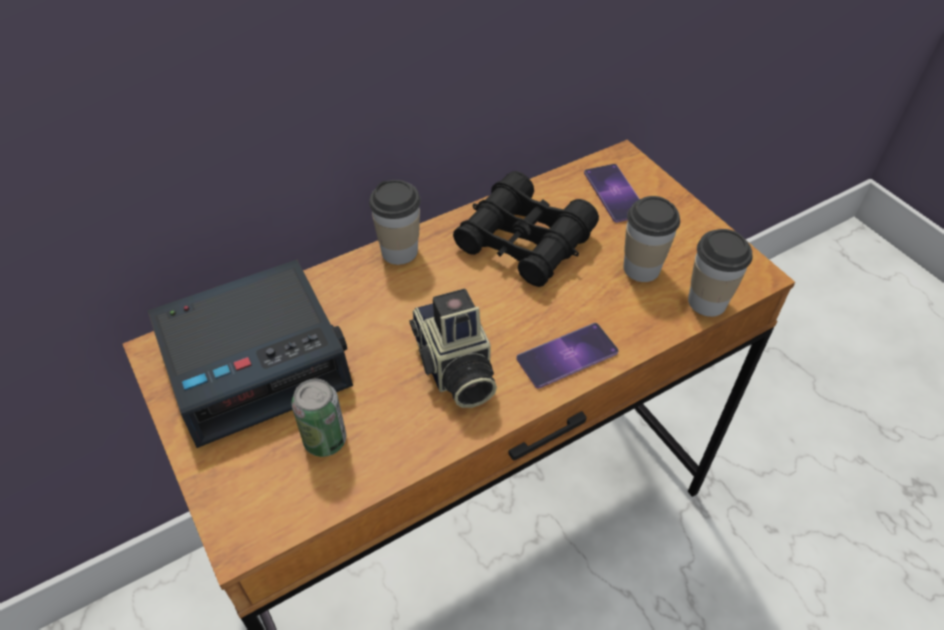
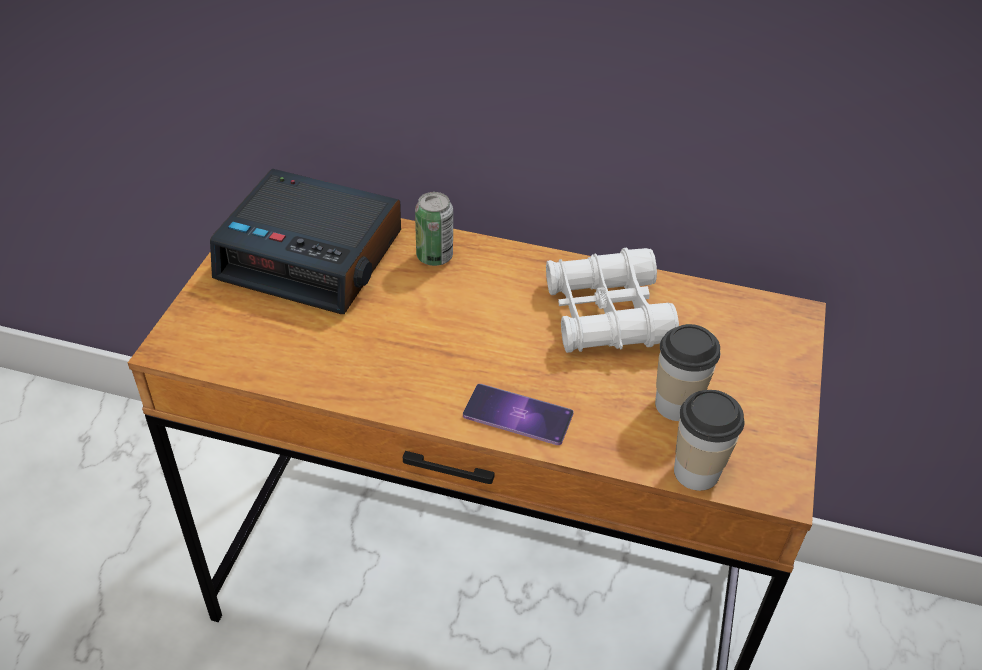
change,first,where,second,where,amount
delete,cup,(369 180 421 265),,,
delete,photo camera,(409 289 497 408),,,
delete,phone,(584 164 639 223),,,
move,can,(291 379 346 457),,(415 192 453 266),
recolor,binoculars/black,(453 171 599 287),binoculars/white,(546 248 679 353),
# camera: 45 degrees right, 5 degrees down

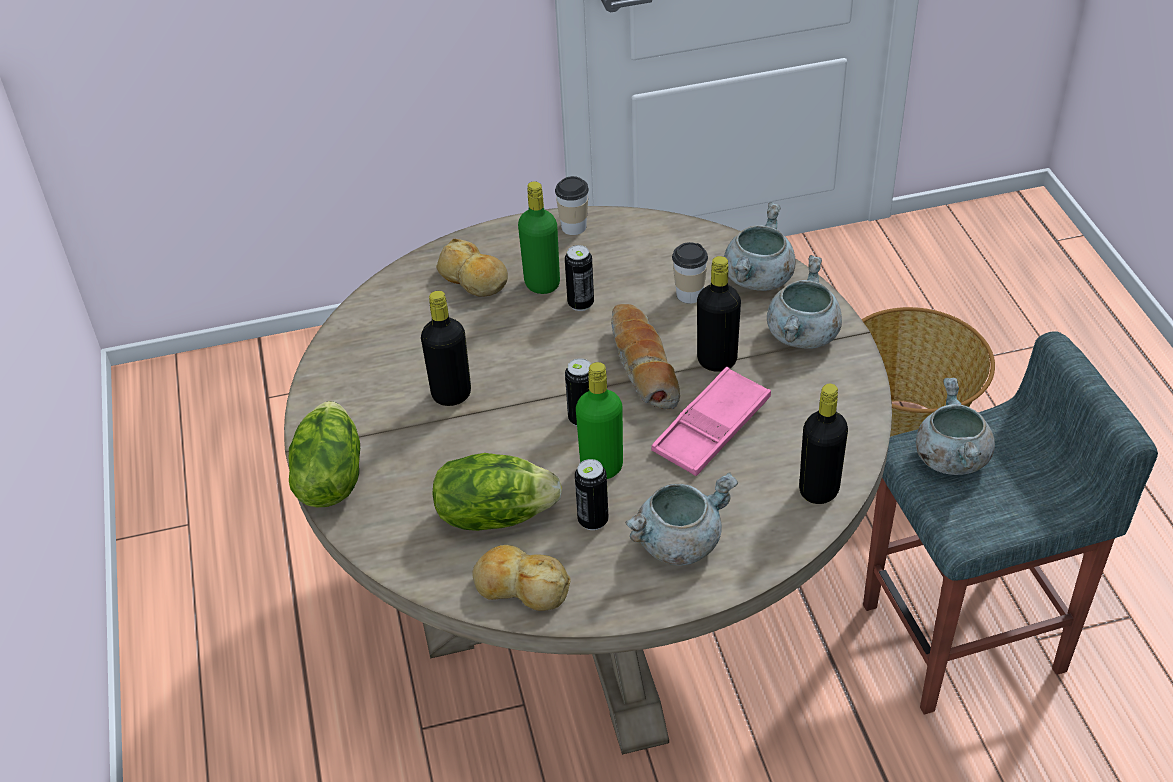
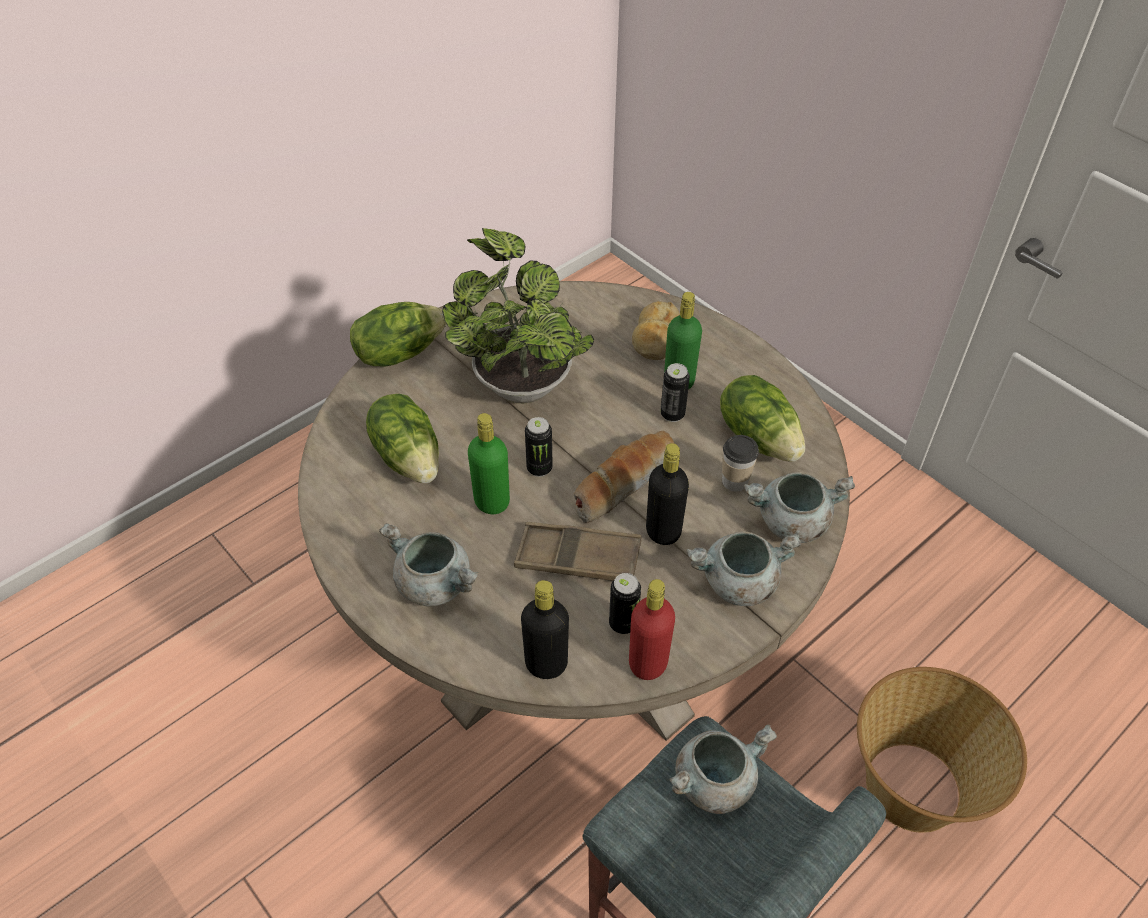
change,first,where,second,where,amount
delete,bread,(472 545 571 611),,,
delete,cup,(555 176 589 235),,,
insert,,,bottle/red,(629 579 675 680),
insert,,,lettuce,(720 375 805 462),
move,can,(575 459 609 530),,(609 573 641 634),
replace,bottle/black,(421 291 471 406),potted plant,(442 228 594 403),
recolor,tray/pink,(651 367 771 476),tray/brown,(514 522 641 581),
# camera: 60 degrees right, 5 degrees up

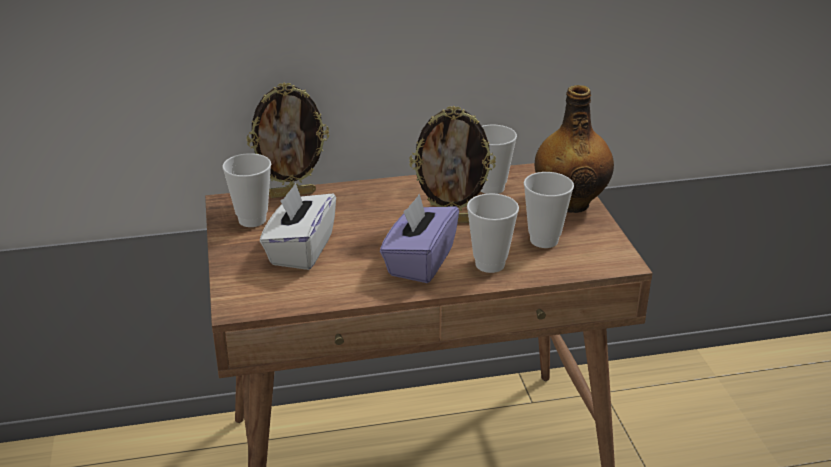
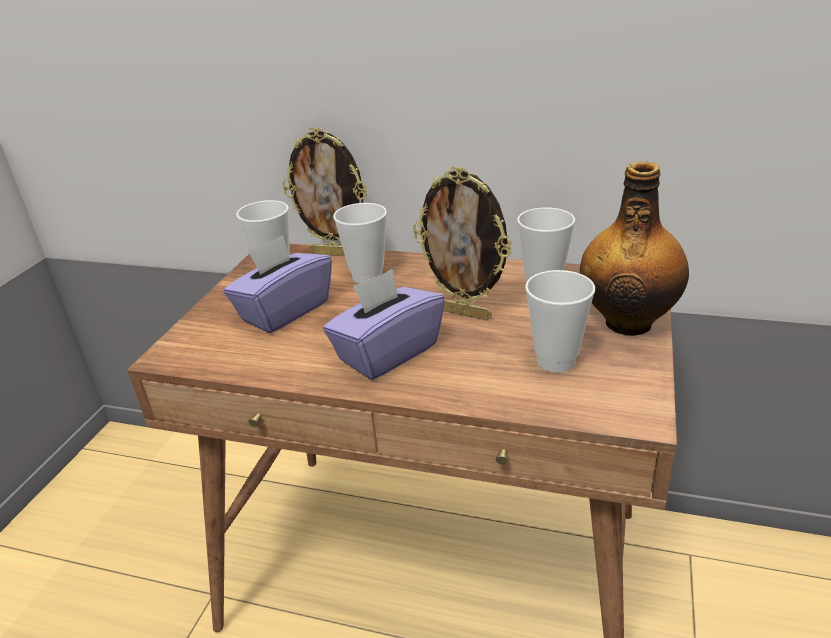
change,first,where,second,where,amount
move,cup,(467 193 519 273),,(333 203 387 284),
recolor,tissue box/white,(260 183 336 270),tissue box/purple,(223 235 332 334),
# camera: 30 degrees right, 0 degrees up

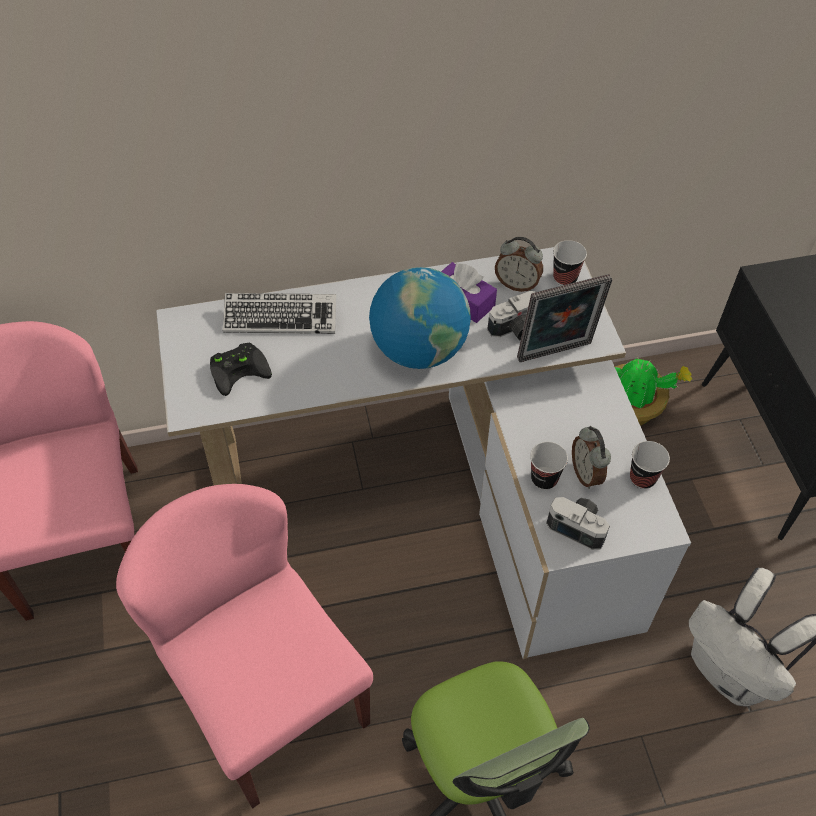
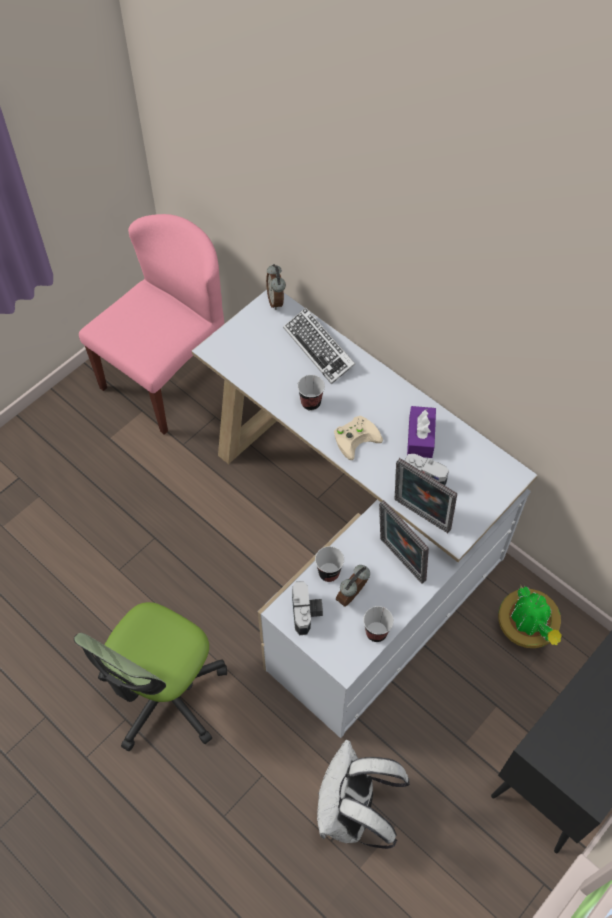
change,first,where,second,where,amount
delete,chair/pink,(116 484 373 808),,,
delete,game controller/black,(210 343 272 396),,,
insert,,,picture frame,(379 500 429 583),
move,alarm clock,(495 237 543 292),,(266 264 286 310),
move,cup,(553 240 587 286),,(297 375 325 411),
replace,globe,(369 267 471 369),game controller/beige,(334 416 383 460),
# camera: 55 degrees right, 5 degrees up

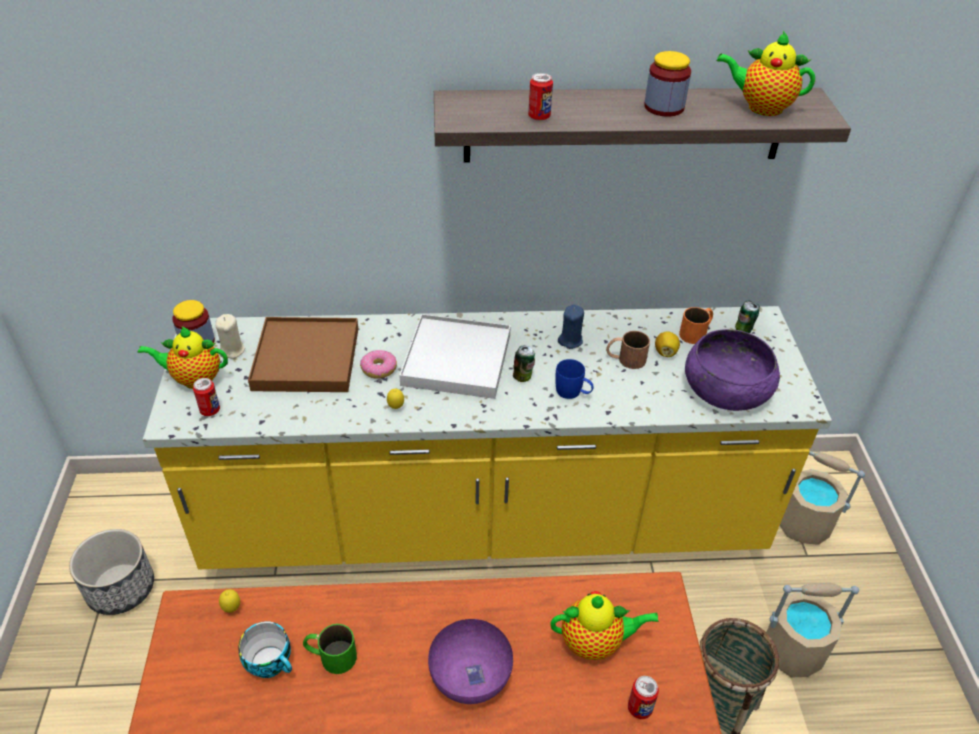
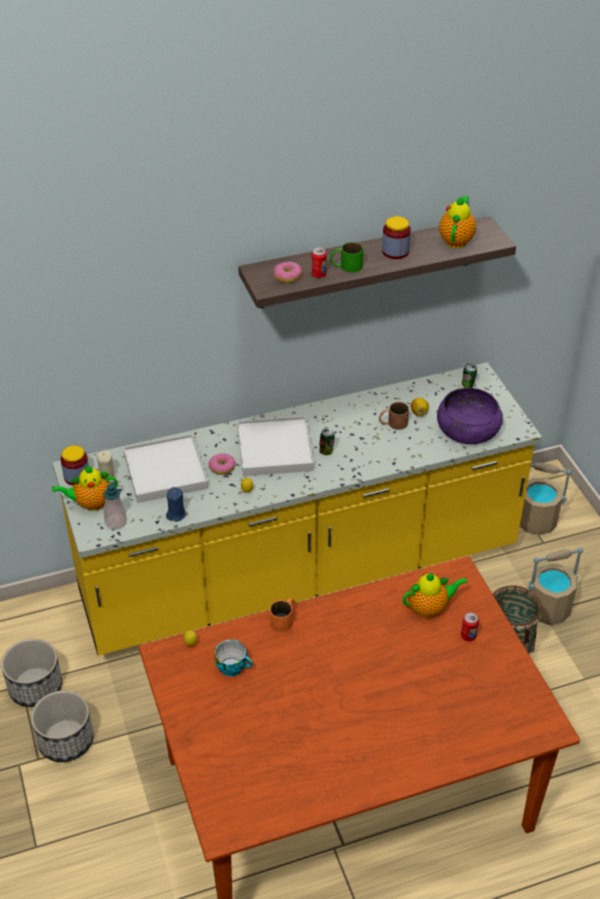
change,first,where,second,where,amount
delete,bowl/purple,(428 619 513 704),,,
delete,mug/blue,(555 359 594 399),,,
insert,,,planter,(31 691 94 762),
insert,,,donut,(273 261 302 283),
move,mug/green,(303 624 357 674),,(330 242 363 273),
move,candle/blue,(558 305 584 349),,(166 487 186 522),
move,mug/orange,(679 307 713 344),,(270 598 295 632),
replace,can,(193 378 220 416),soap dispenser,(103 481 127 529),
recolor,tray/brown,(248 317 358 392),tray/white,(123 434 208 503),
rotate,teapot,(717 31 815 116),,(439 196 476 248),105 degrees clockwise
# camera: 15 degrees left, 0 degrees up

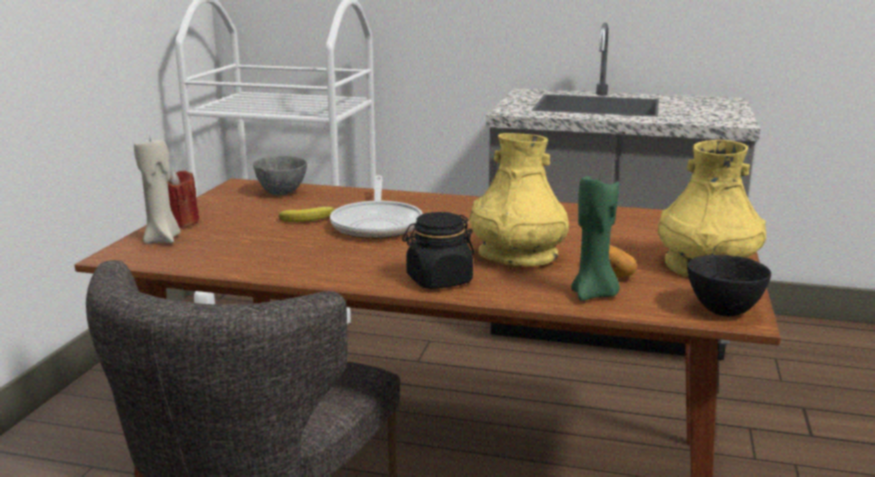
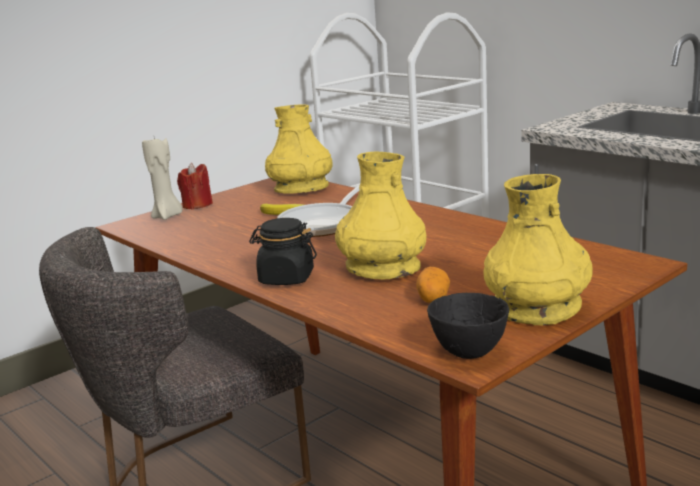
change,first,where,second,where,amount
delete,candle/green,(571 176 620 301),,,
replace,bowl/grey,(253 156 307 195),vase/yellow,(265 104 333 194),
# camera: 35 degrees right, 0 degrees up

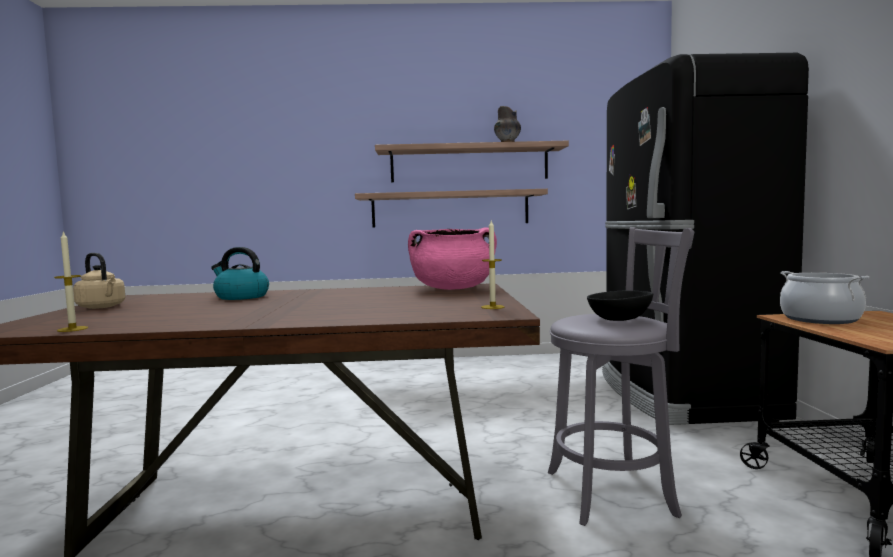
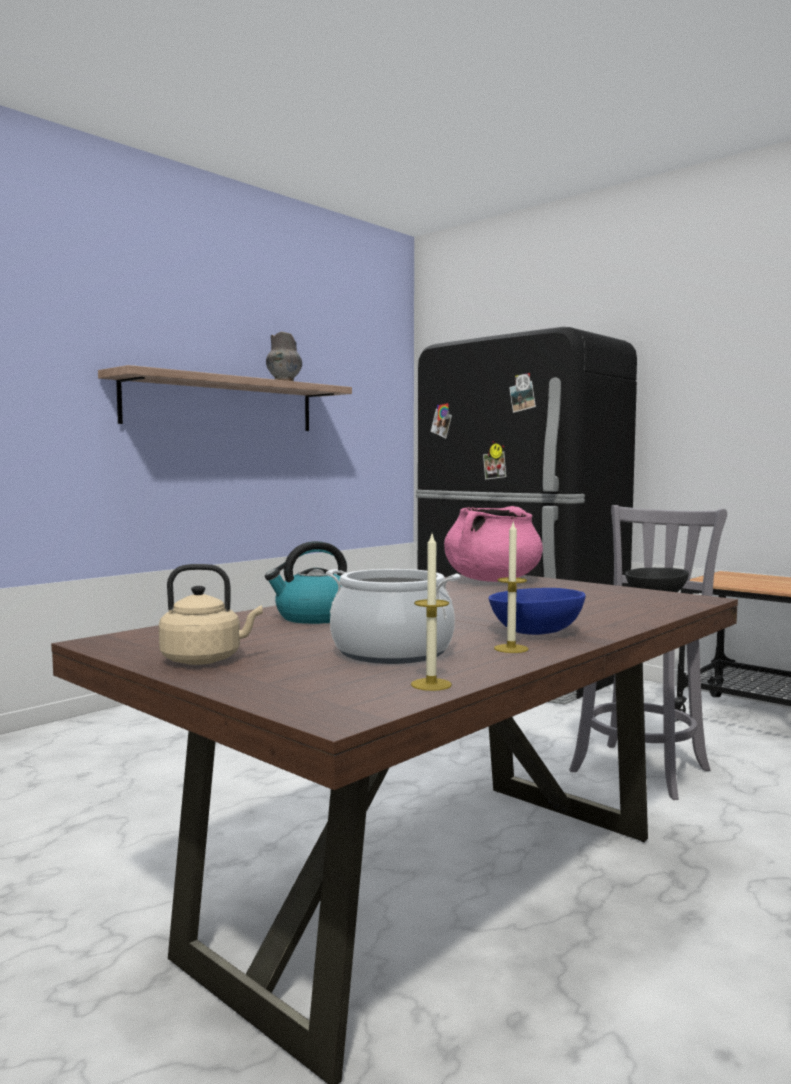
change,first,where,second,where,amount
delete,shelf,(355 189 548 227),,,
insert,,,bowl/blue,(489 588 586 635),
move,candle,(481 221 505 309),,(494 522 528 653),
move,cooking pot,(780 271 869 324),,(326 569 461 664),
# camera: 45 degrees left, 0 degrees up

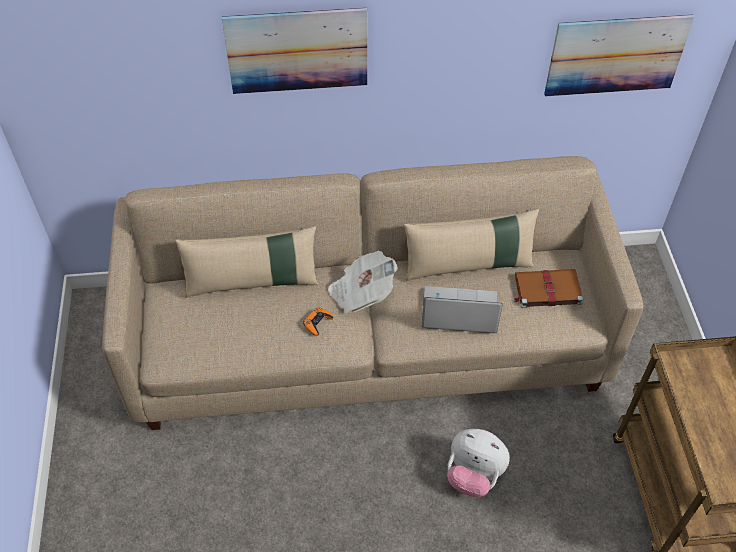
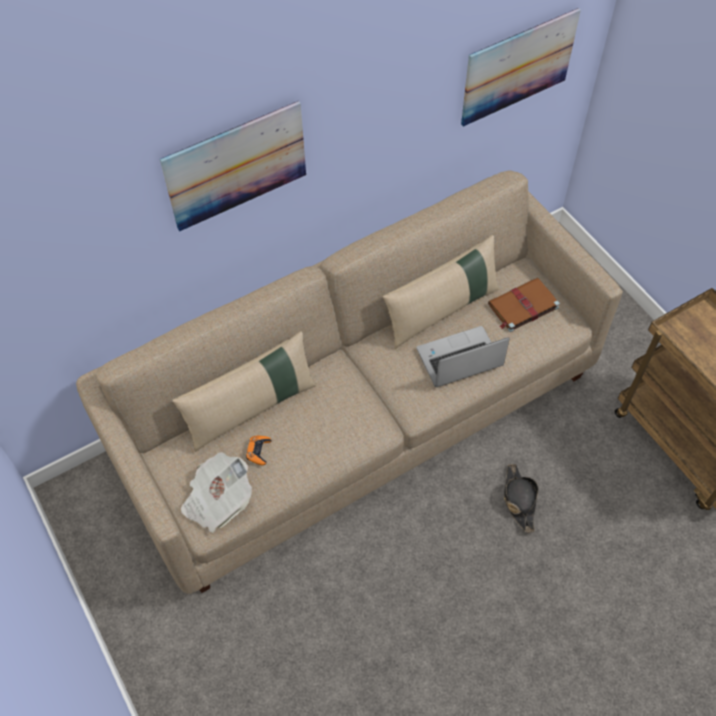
change,first,where,second,where,amount
move,game controller/orange,(303 308 333 336),,(246 436 271 465),
move,newspaper,(328 251 398 314),,(181 452 252 533),
replace,plush toy,(447 429 510 497),hat/black,(504 464 538 533),
# camera: 25 degrees left, 5 degrees up

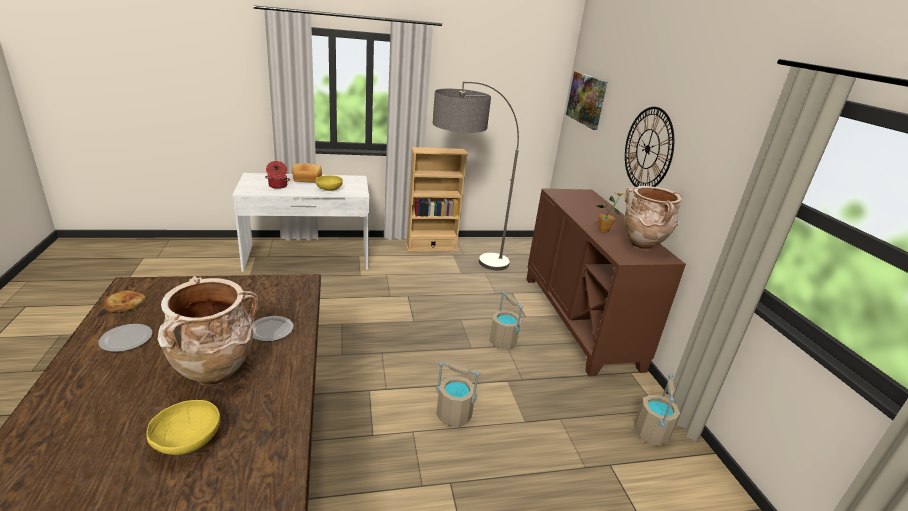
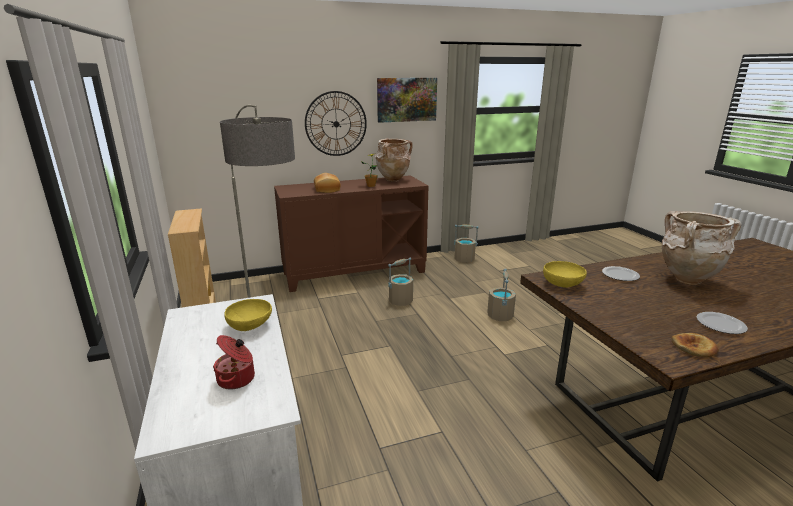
change,first,where,second,where,amount
move,bowl/yellow,(146 400 220 455),,(543 261 587 288),
move,bread,(292 163 322 183),,(314 173 340 193),
move,picture,(566 71 607 130),,(377 78 437 123),
# camera: 95 degrees left, 5 degrees down

